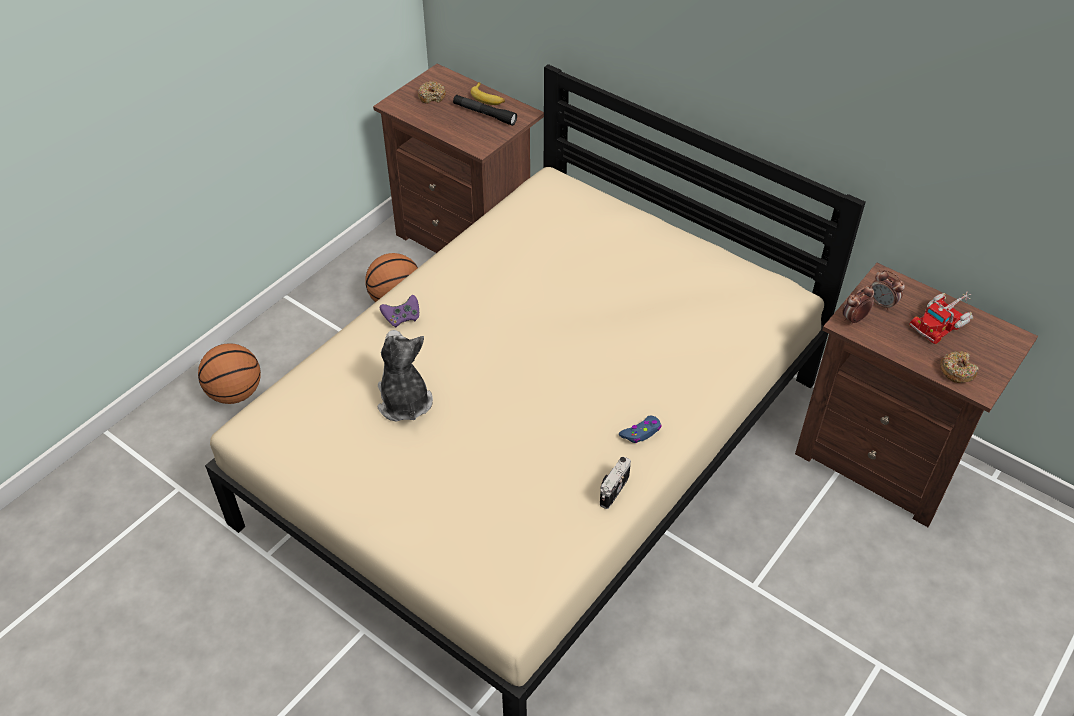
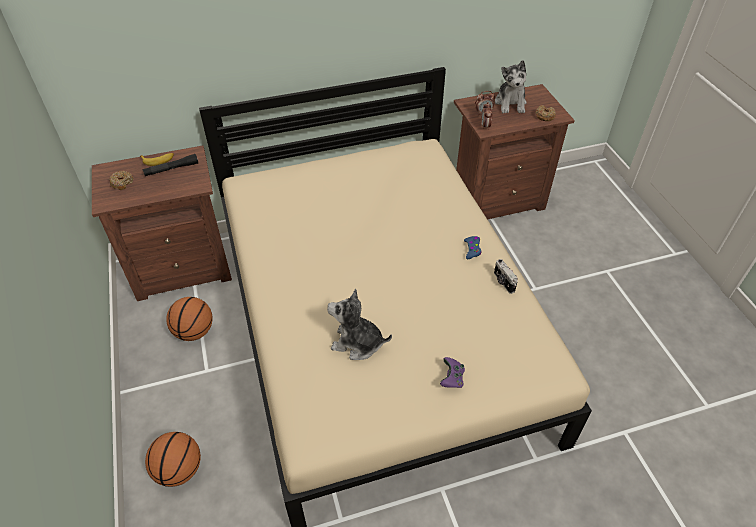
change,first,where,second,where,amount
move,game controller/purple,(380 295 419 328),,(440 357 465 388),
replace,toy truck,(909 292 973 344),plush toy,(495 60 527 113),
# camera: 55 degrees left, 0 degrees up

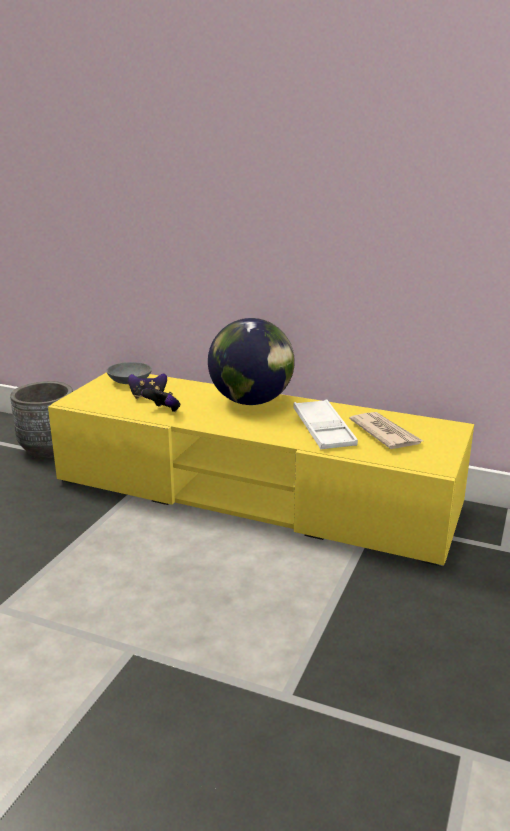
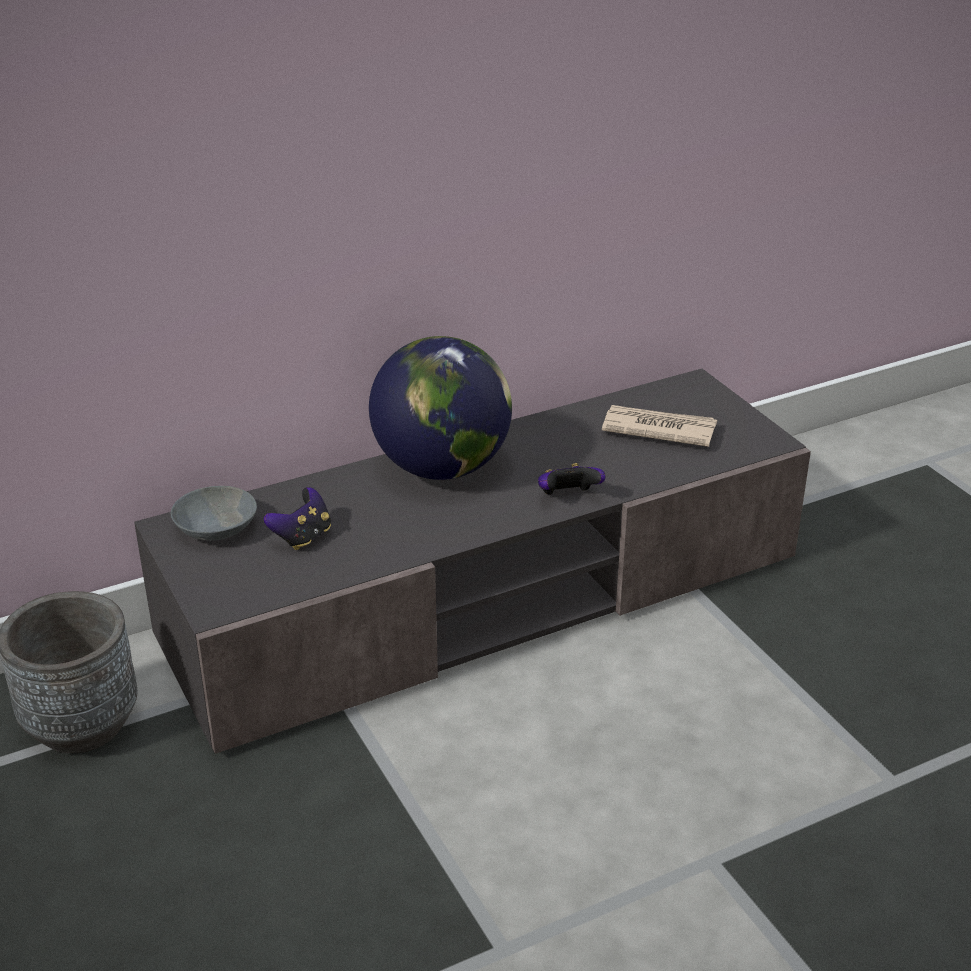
change,first,where,second,where,amount
delete,tray/white,(293 399 358 449),,,
move,game controller,(141 388 180 412),,(538 463 606 495),
recolor,tv stand/yellow,(48 372 474 567),tv stand/grey,(134 369 811 754),
# camera: 50 degrees left, 10 degrees up

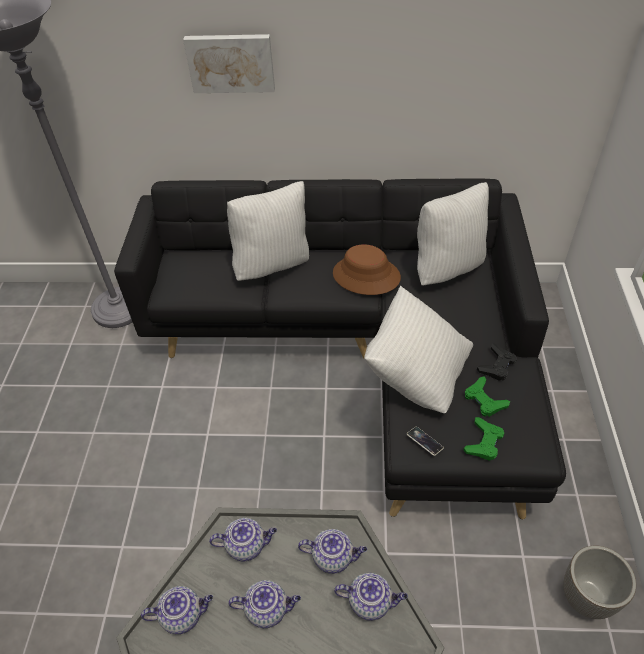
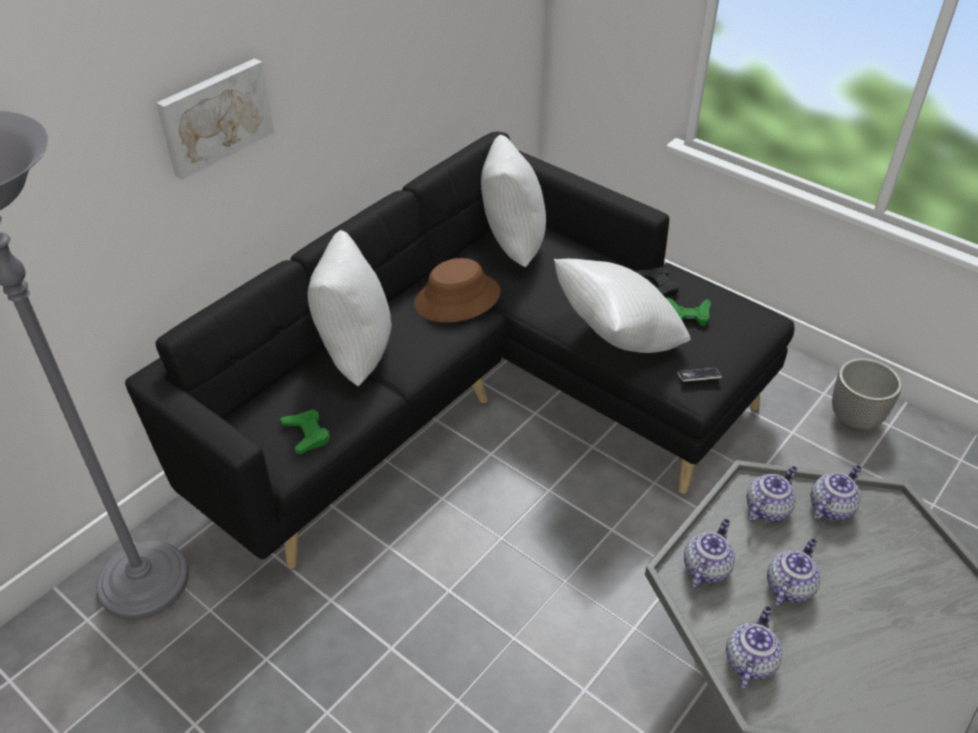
change,first,where,second,where,amount
move,game controller/green,(463 417 504 461),,(280 410 329 454),
# camera: 55 degrees left, 5 degrees down

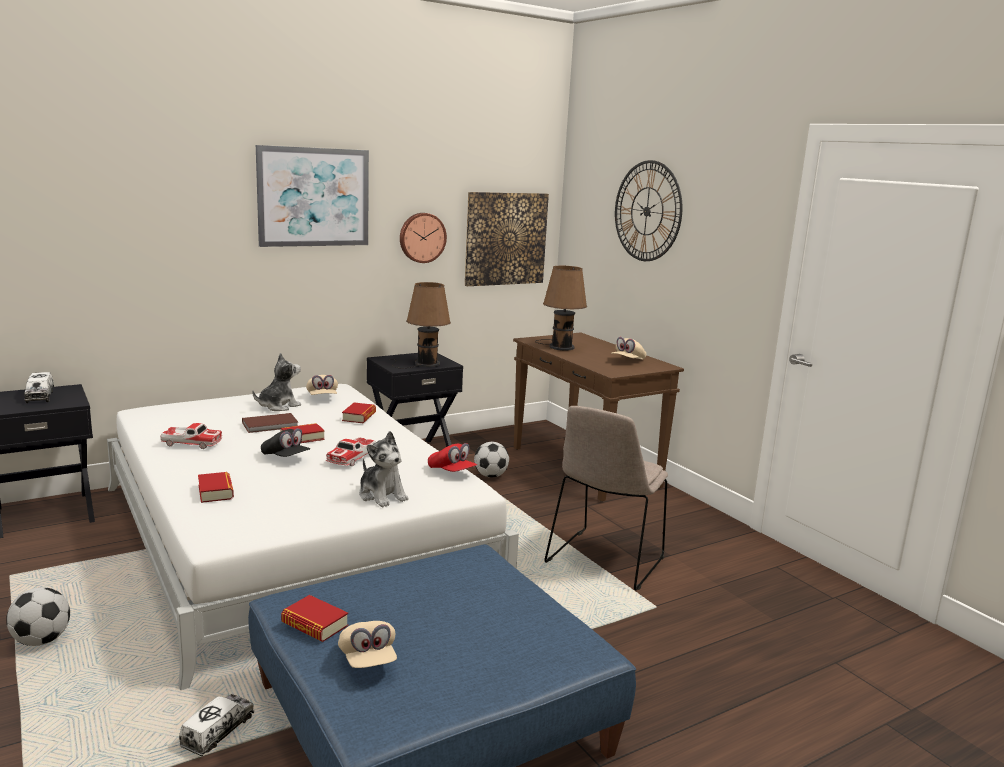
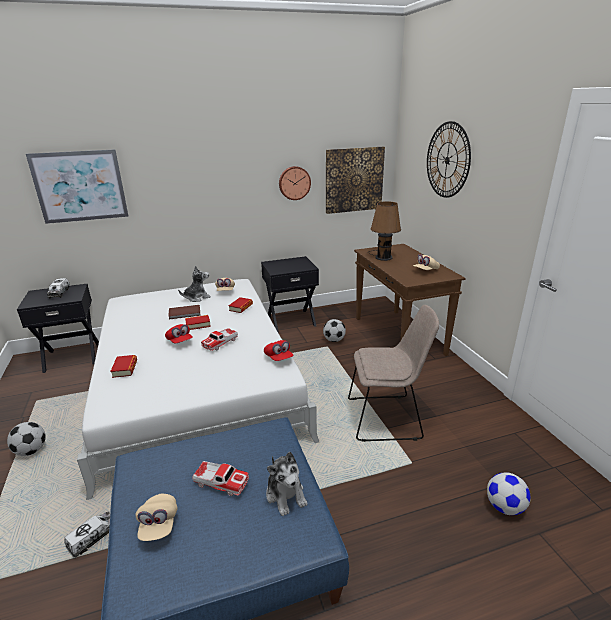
change,first,where,second,where,amount
delete,book,(281 595 348 642),,,
delete,table lamp/brown,(389 282 451 368),,,
insert,,,football,(487 472 530 515),
move,toy car,(160 423 222 449),,(192 461 249 496),
move,picture,(256 145 369 247),,(26 149 128 224),
move,plush toy,(359 431 409 507),,(266 452 308 516),
recolor,cap/black,(261 428 310 457),cap/red,(165 324 193 344),
rotate,chair/beige,(545 406 668 591),,(348 305 439 442),135 degrees counterclockwise
# camera: 15 degrees right, 10 degrees up

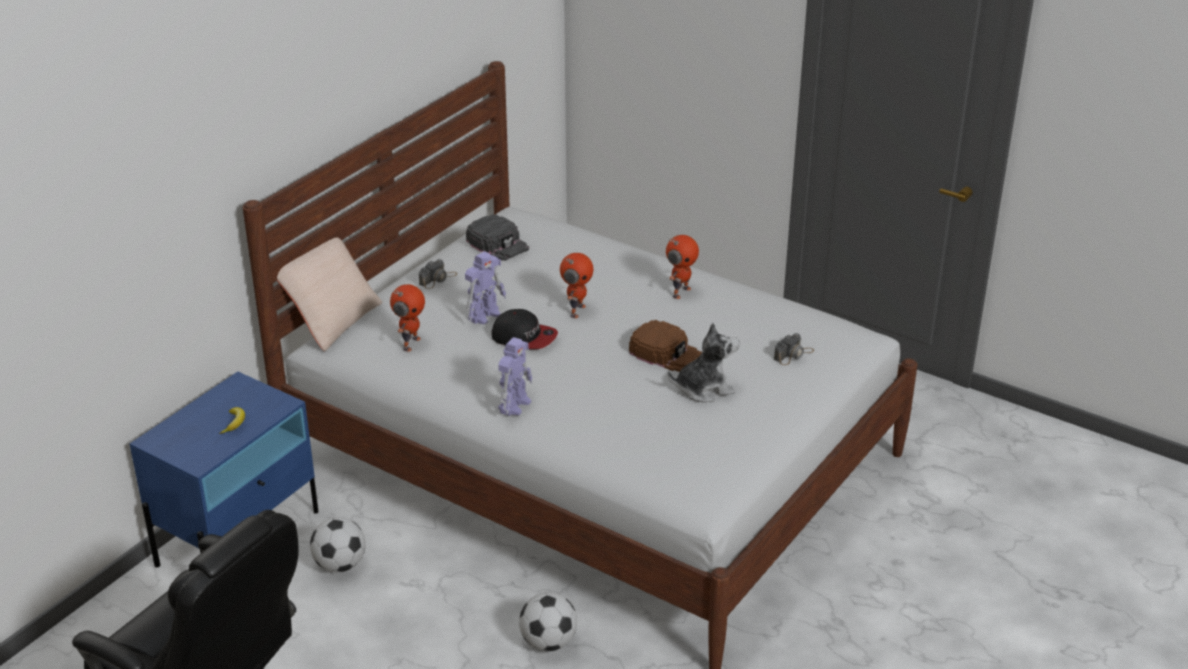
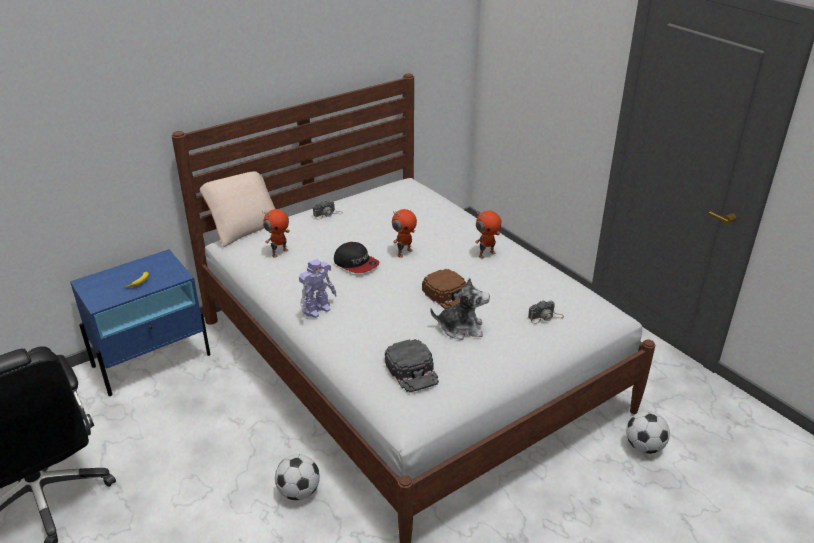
change,first,where,second,where,amount
delete,toy robot,(465 251 506 324),,,
move,football,(310 517 366 572),,(626 411 670 454),
move,cap/black,(466 214 529 261),,(385 339 439 393),
# camera: 20 degrees right, 0 degrees up

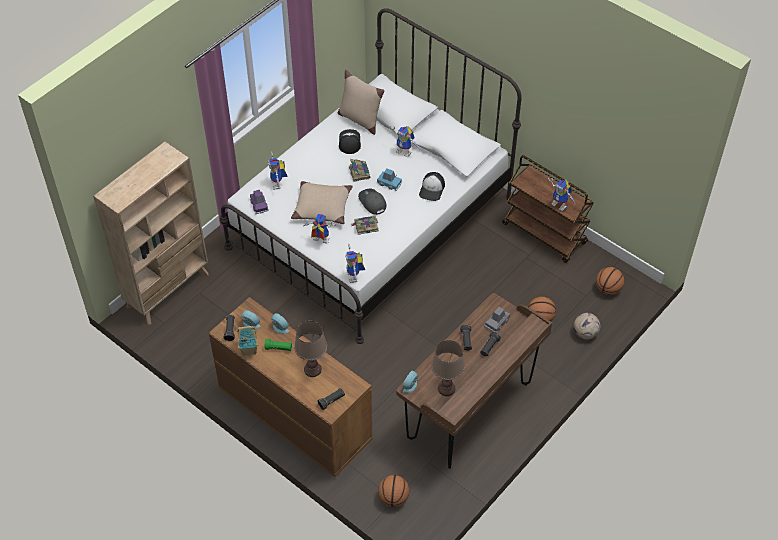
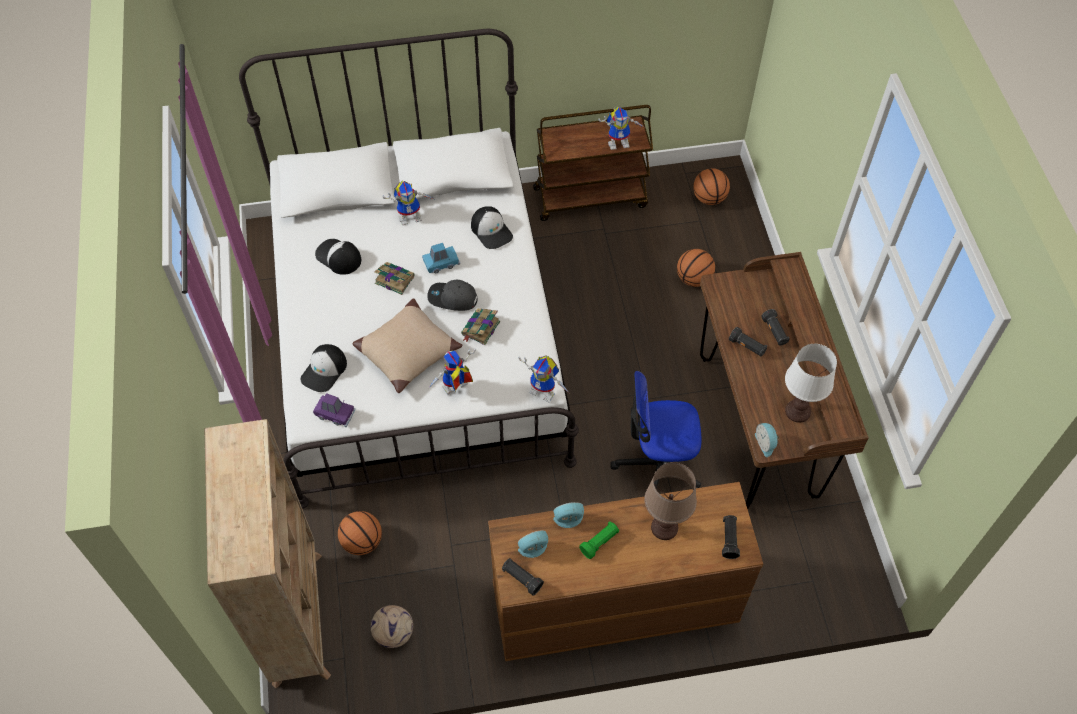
change,first,where,second,where,amount
delete,toy house,(237 326 258 356),,,
delete,pillow/beige,(337 70 384 135),,,
delete,toy car/grey,(484 307 510 333),,,
insert,,,office chair,(610 371 702 489),
move,basketball,(378 475 409 507),,(338 511 382 555),
move,football,(574 313 600 339),,(371 605 413 648),
replace,toy robot,(268 152 287 190),cap,(300 344 347 392),
recolor,table lamp/brown,(432 340 465 396),table lamp/white,(785 344 837 423),
# camera: 50 degrees left, 5 degrees up

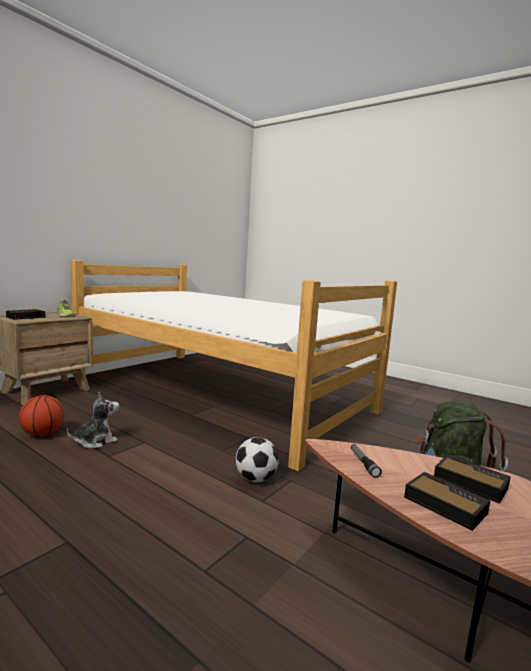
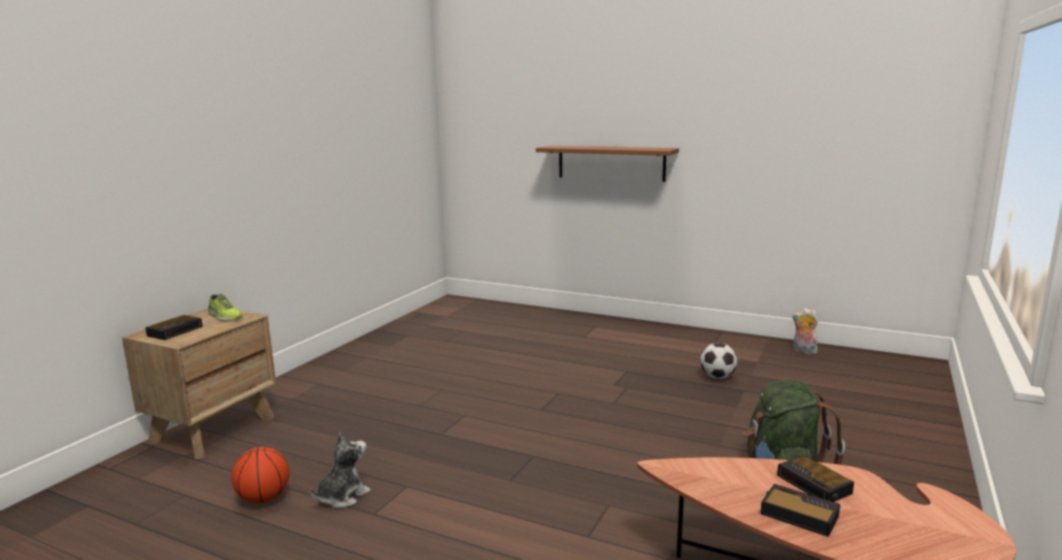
change,first,where,second,where,amount
delete,bed,(71 260 397 471),,,
delete,flashlight,(351 444 382 478),,,
insert,,,shelf/brown,(536 145 679 182),
insert,,,plush toy,(792 308 820 354),
move,football,(236 437 279 482),,(700 343 737 379),
rotate,alarm clock,(434 455 511 504),,(777 455 854 502),150 degrees counterclockwise
# camera: 10 degrees left, 5 degrees up

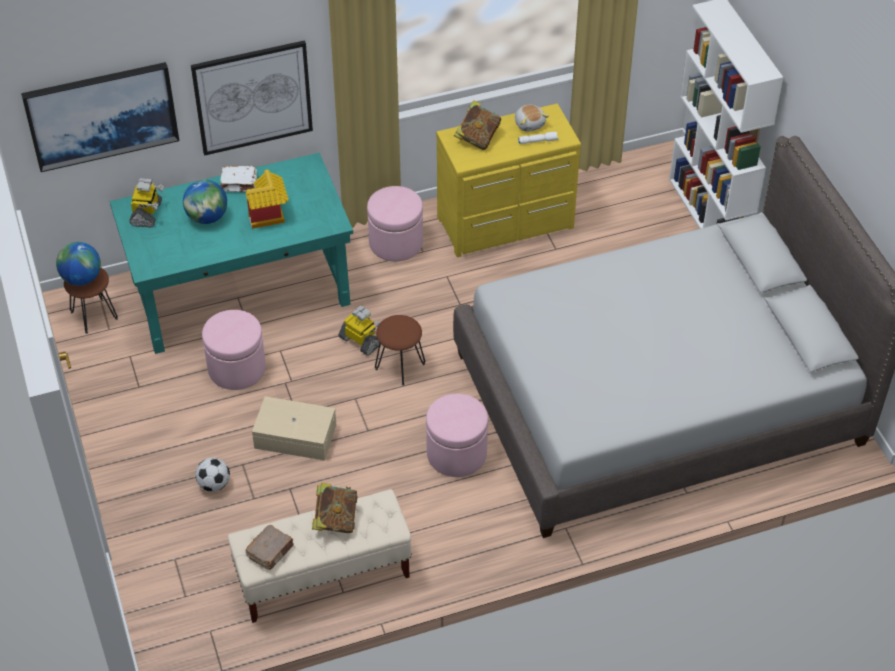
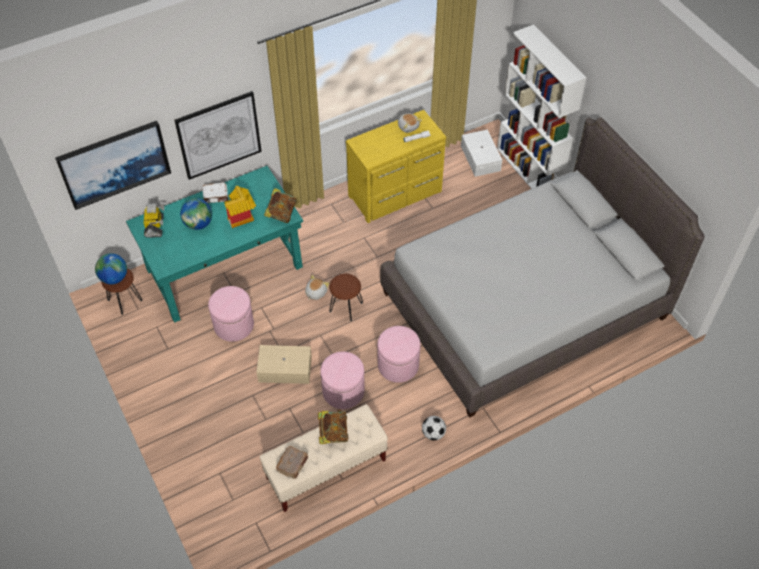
change,first,where,second,where,amount
insert,,,storage box/white,(461 130 502 177),
move,football,(195 458 230 492),,(422 416 446 440),
move,ottoman/pink,(367 186 423 262),,(320 352 365 409),
move,book,(454 100 501 150),,(264 188 297 223),
replace,toy robot,(338 306 380 355),plush toy,(305 275 329 300),
# camera: 10 degrees left, 5 degrees up

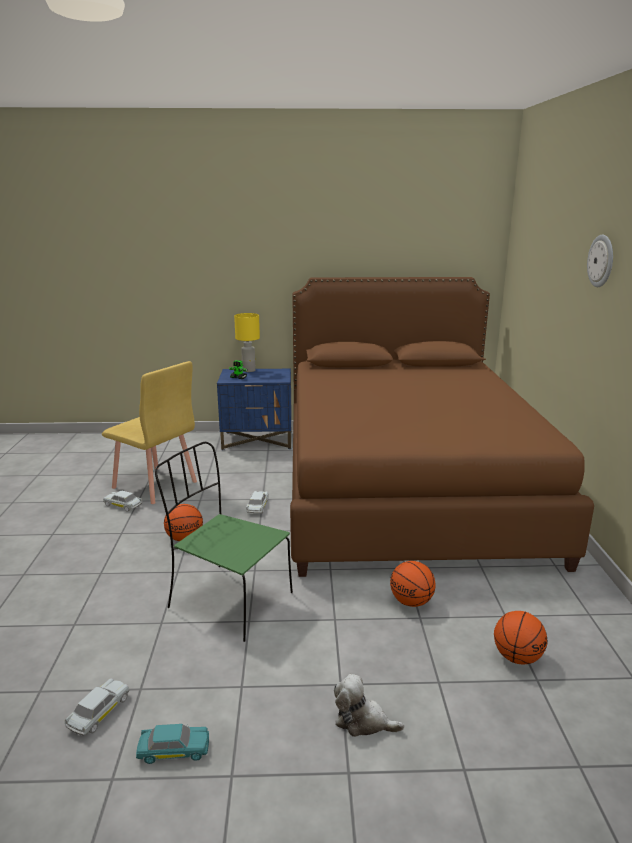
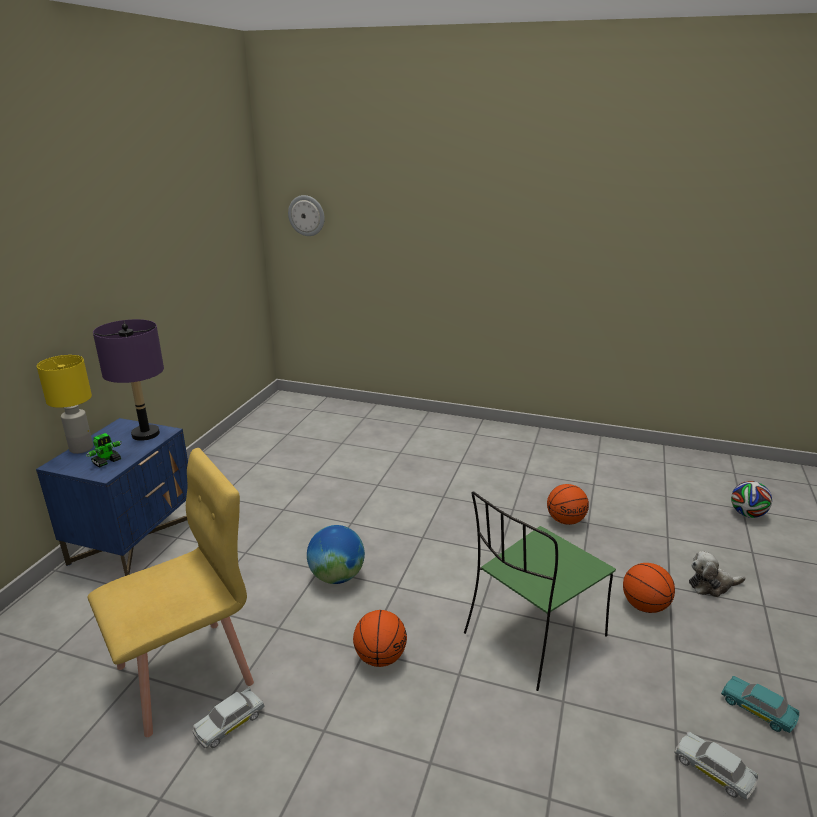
change,first,where,second,where,amount
delete,bed/brown,(290 277 594 577),,,
insert,,,table lamp/purple,(93 319 164 441),
insert,,,football,(731 481 772 518),
move,basketball,(494 611 547 665),,(623 563 675 613),
move,wall clock,(587 234 613 287),,(288 195 325 236),
replace,toy car/white,(246 491 269 514),globe,(307 525 365 584),
rotate,toy car/turquoise,(136 724 209 764),,(721 676 799 733),60 degrees counterclockwise
rotate,plush toy,(334 674 404 737),,(689 551 745 597),45 degrees clockwise
# camera: 70 degrees left, 5 degrees up

